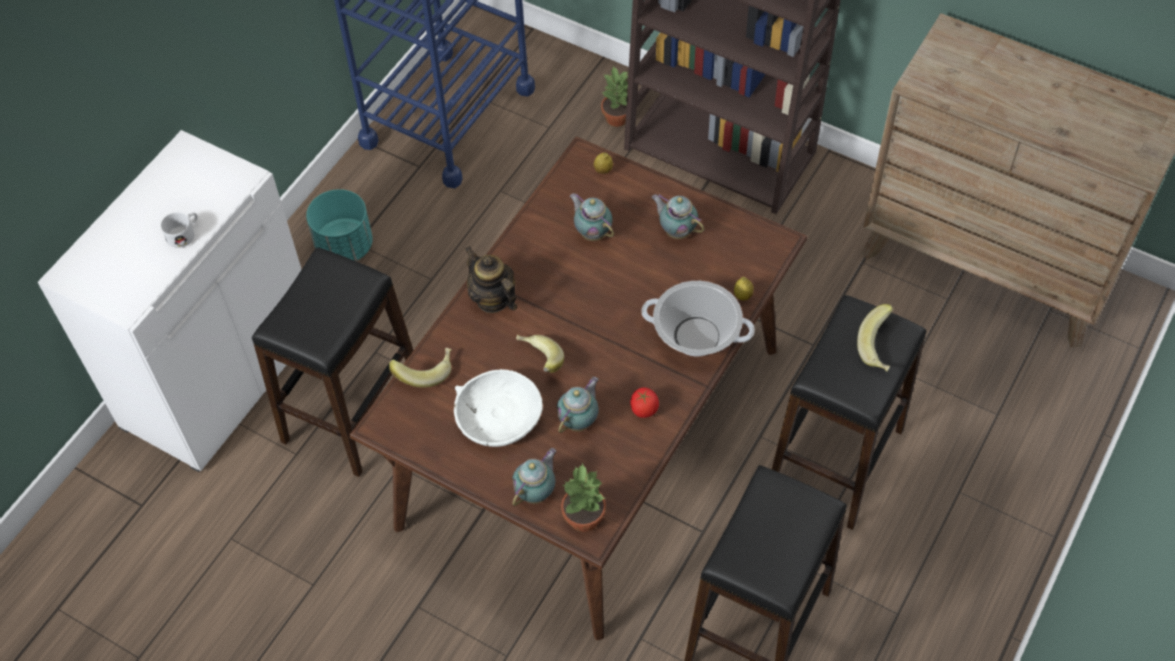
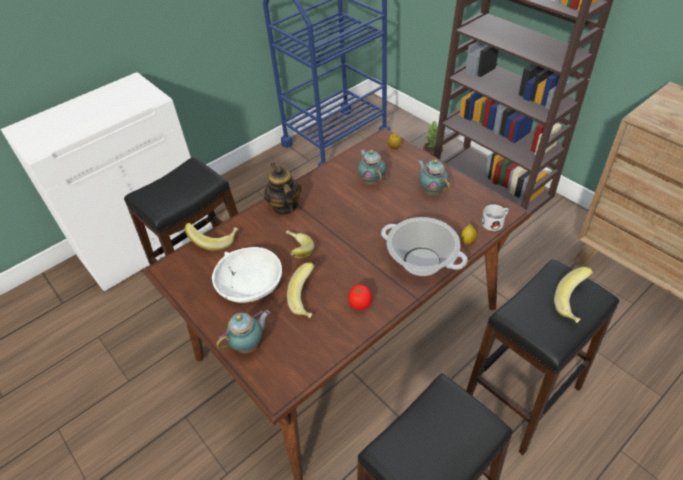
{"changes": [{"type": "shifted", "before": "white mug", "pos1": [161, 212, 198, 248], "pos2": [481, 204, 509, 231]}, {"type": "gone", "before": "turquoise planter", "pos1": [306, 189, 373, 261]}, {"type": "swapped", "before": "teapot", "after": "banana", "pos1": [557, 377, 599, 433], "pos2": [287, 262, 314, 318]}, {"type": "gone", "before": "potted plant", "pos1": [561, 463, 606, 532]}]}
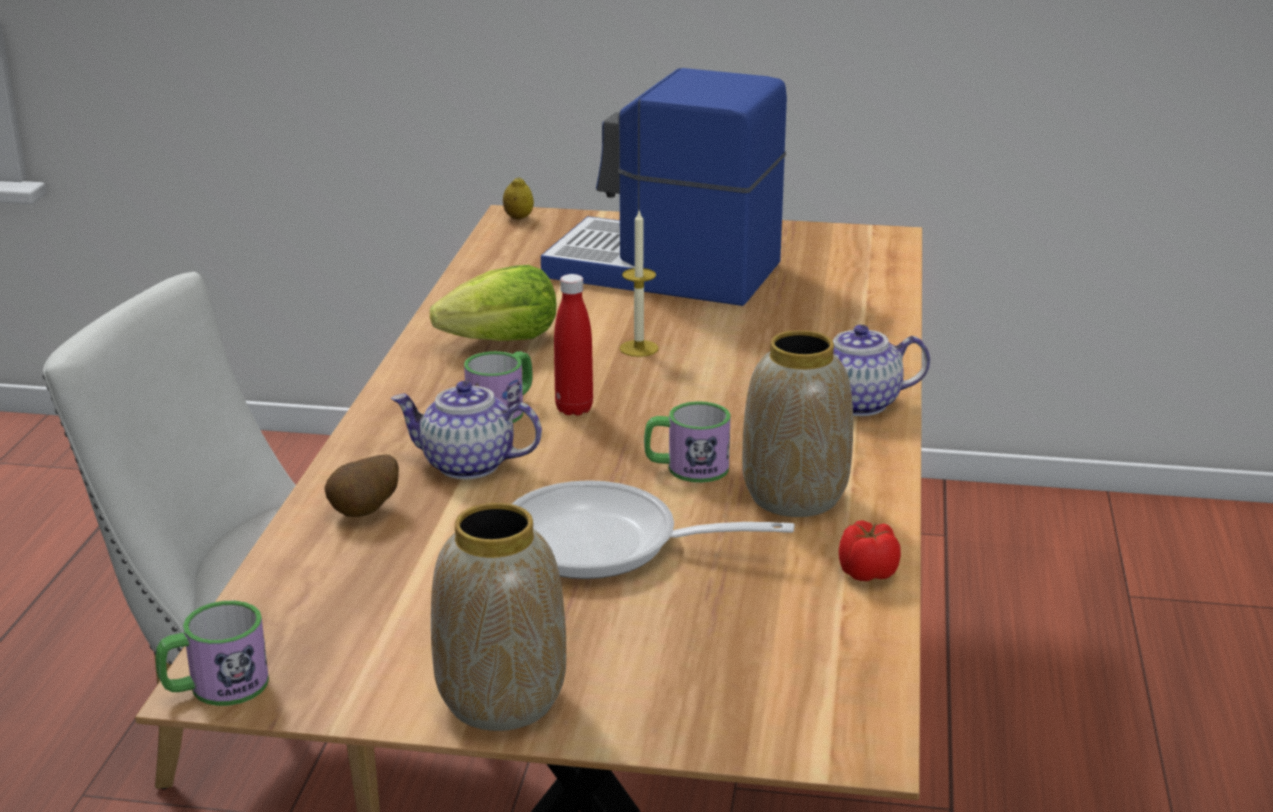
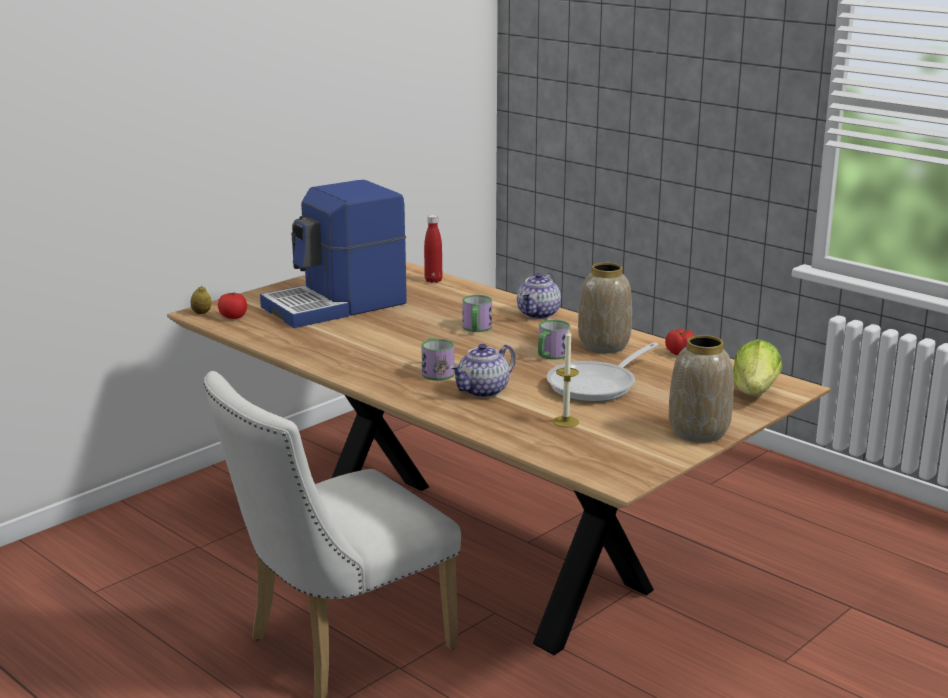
{"changes": [{"type": "shifted", "before": "mug", "pos1": [156, 601, 269, 706], "pos2": [463, 295, 492, 332]}, {"type": "gone", "before": "potato", "pos1": [324, 454, 399, 517]}, {"type": "shifted", "before": "lettuce", "pos1": [430, 265, 557, 341], "pos2": [733, 339, 782, 395]}, {"type": "shifted", "before": "red bottle", "pos1": [554, 274, 593, 416], "pos2": [424, 215, 442, 283]}, {"type": "shifted", "before": "candle", "pos1": [619, 211, 659, 357], "pos2": [553, 329, 579, 427]}, {"type": "new", "after": "tomato", "pos2": [218, 292, 247, 319]}]}
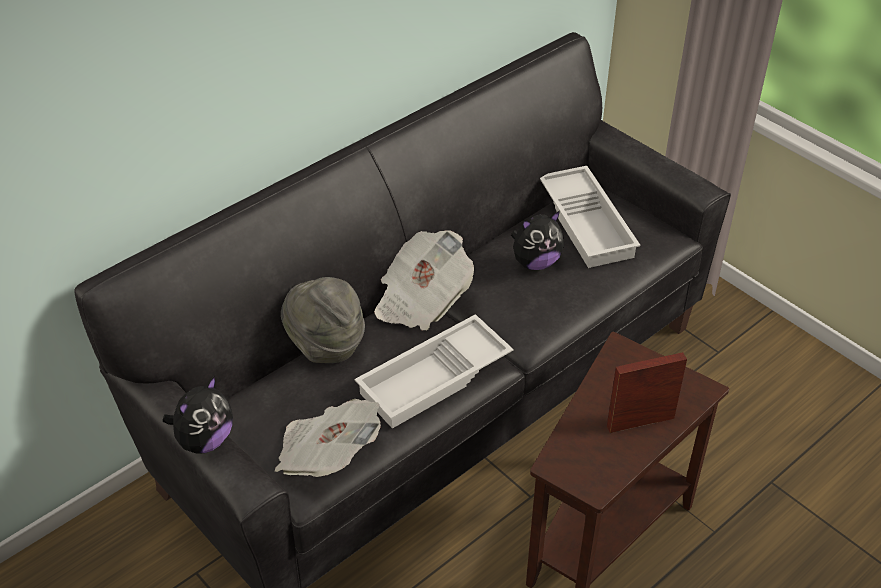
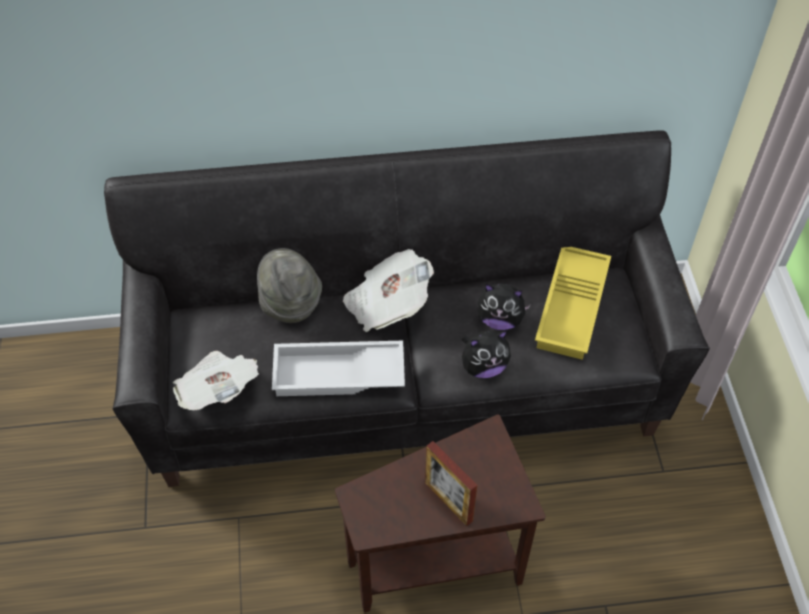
{"changes": [{"type": "shifted", "before": "plush toy", "pos1": [163, 376, 233, 454], "pos2": [461, 330, 511, 378]}, {"type": "repainted", "before": "white tray", "after": "yellow tray", "pos1": [540, 166, 640, 268], "pos2": [535, 247, 611, 360]}, {"type": "rotated", "before": "picture frame", "pos1": [607, 352, 687, 433], "pos2": [425, 441, 477, 526], "turn": -150}]}
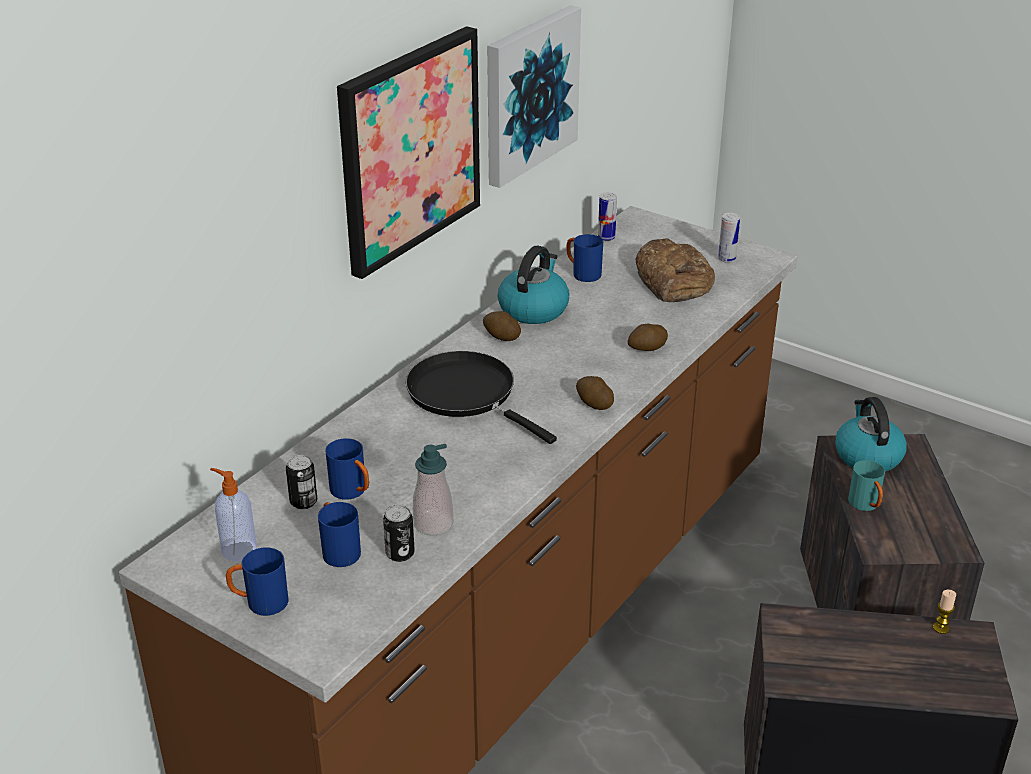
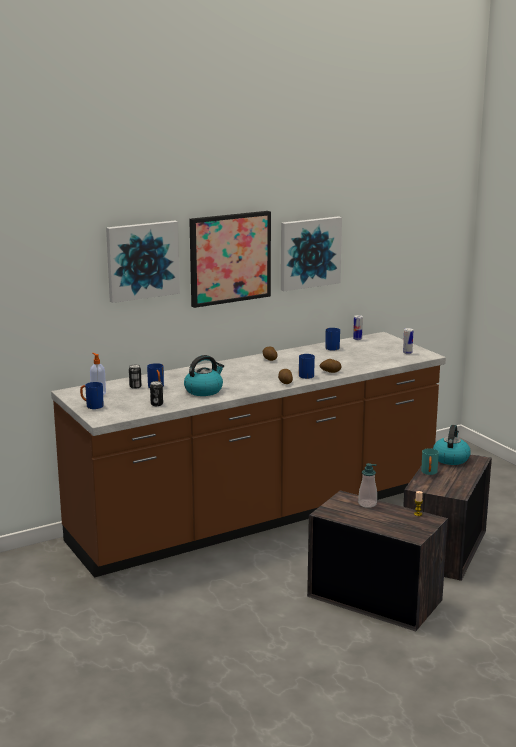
{"changes": [{"type": "shifted", "before": "blue mug", "pos1": [318, 502, 361, 567], "pos2": [299, 354, 315, 379]}, {"type": "gone", "before": "black frying pan", "pos1": [406, 351, 557, 444]}, {"type": "shifted", "before": "soap dispenser", "pos1": [413, 444, 454, 536], "pos2": [358, 463, 377, 508]}, {"type": "shifted", "before": "kettle", "pos1": [498, 246, 569, 324], "pos2": [184, 355, 224, 396]}, {"type": "gone", "before": "bread", "pos1": [636, 238, 715, 302]}, {"type": "new", "after": "picture", "pos2": [106, 221, 180, 303]}]}
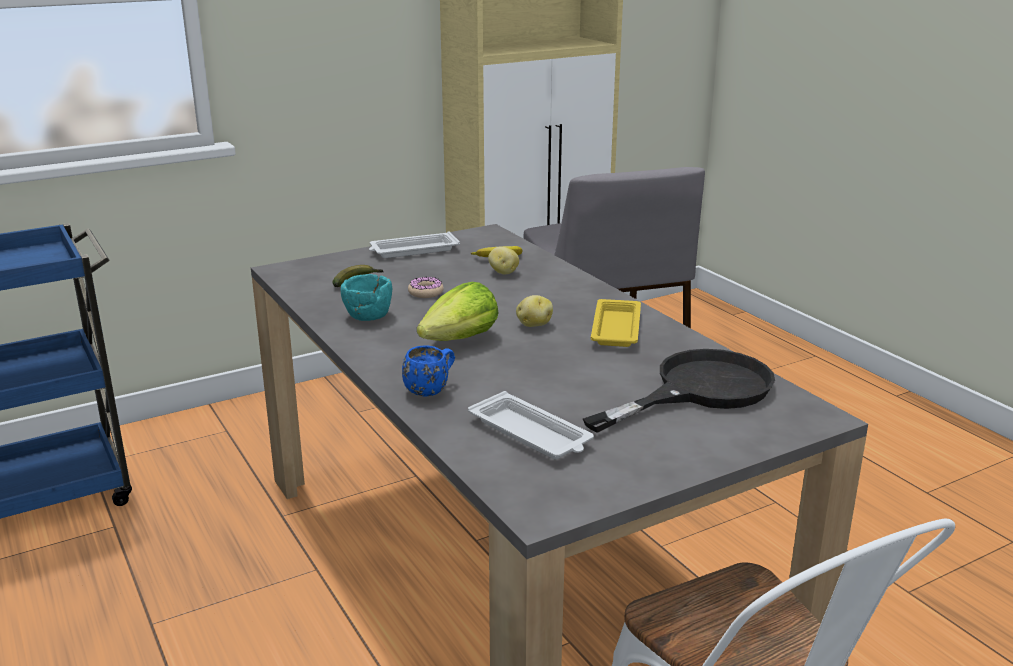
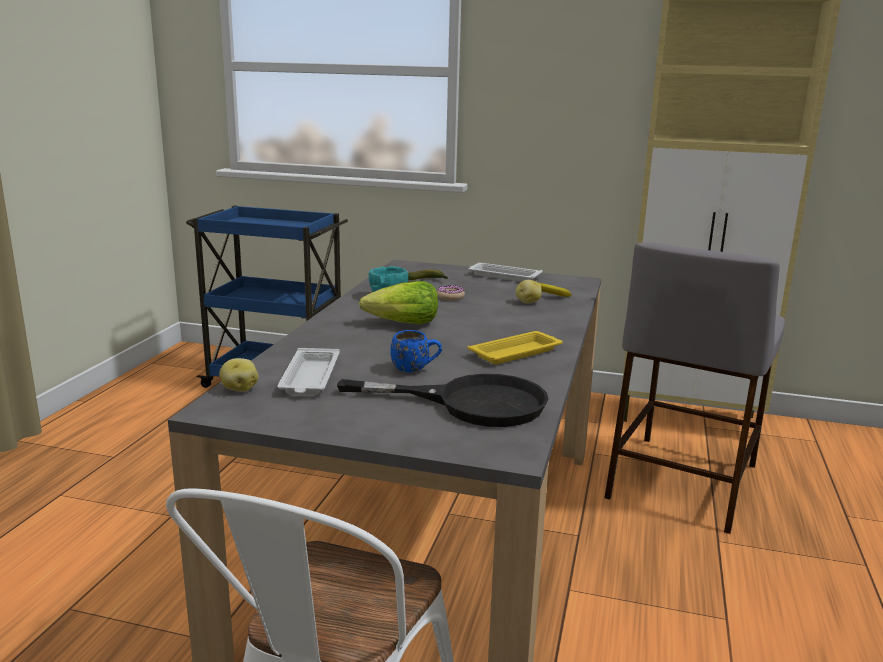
{"changes": [{"type": "shifted", "before": "blue mug", "pos1": [402, 345, 455, 396], "pos2": [390, 330, 442, 372]}, {"type": "shifted", "before": "potato", "pos1": [516, 295, 553, 327], "pos2": [219, 358, 259, 392]}]}
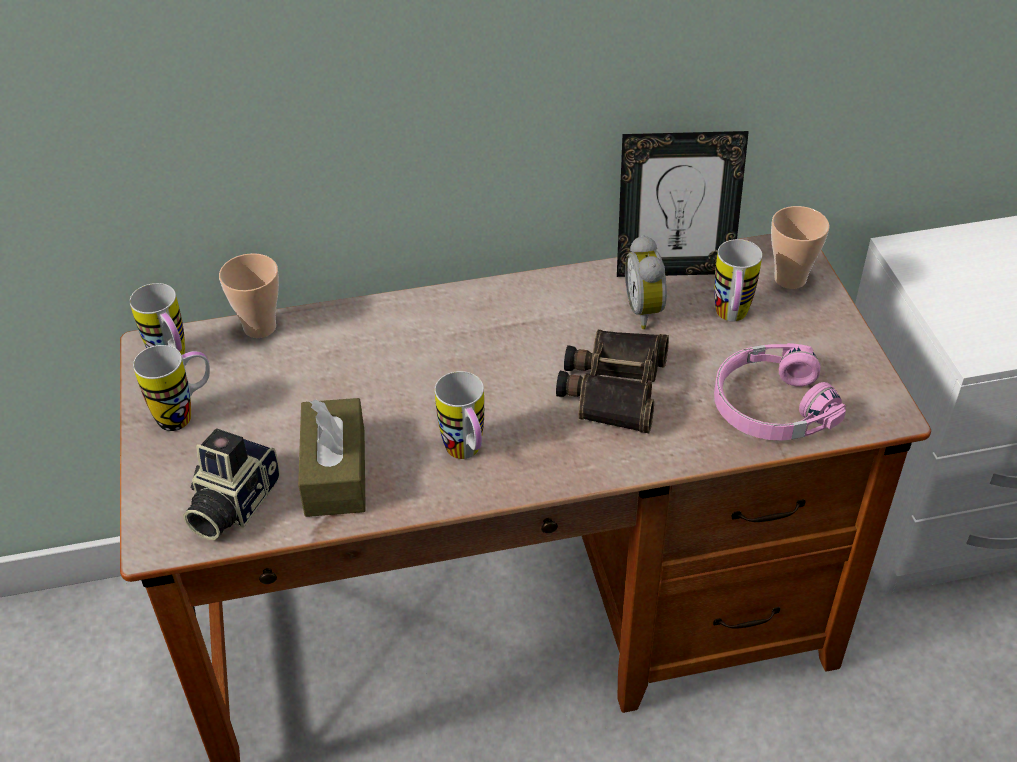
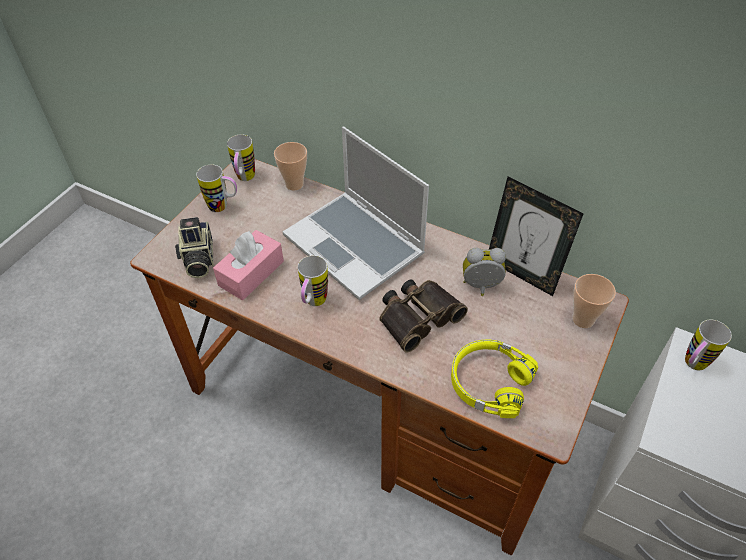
{"changes": [{"type": "rotated", "before": "photo camera", "pos1": [183, 429, 280, 540], "pos2": [175, 217, 214, 278], "turn": -75}, {"type": "repainted", "before": "brown tissue box", "after": "pink tissue box", "pos1": [298, 398, 366, 517], "pos2": [213, 230, 284, 300]}, {"type": "rotated", "before": "alarm clock", "pos1": [625, 235, 667, 329], "pos2": [463, 248, 506, 296], "turn": 60}, {"type": "shifted", "before": "mug", "pos1": [714, 239, 762, 321], "pos2": [685, 319, 732, 370]}, {"type": "repainted", "before": "pink headphones", "after": "yellow headphones", "pos1": [714, 343, 846, 440], "pos2": [451, 340, 538, 418]}, {"type": "new", "after": "laptop", "pos2": [283, 127, 429, 300]}]}
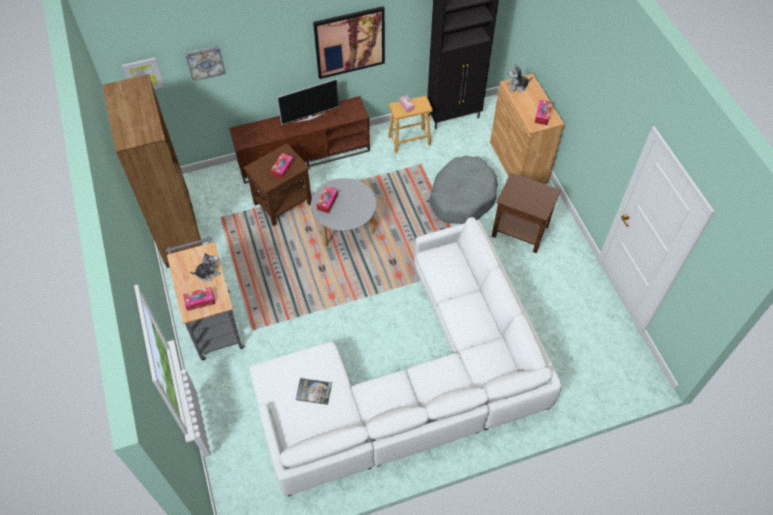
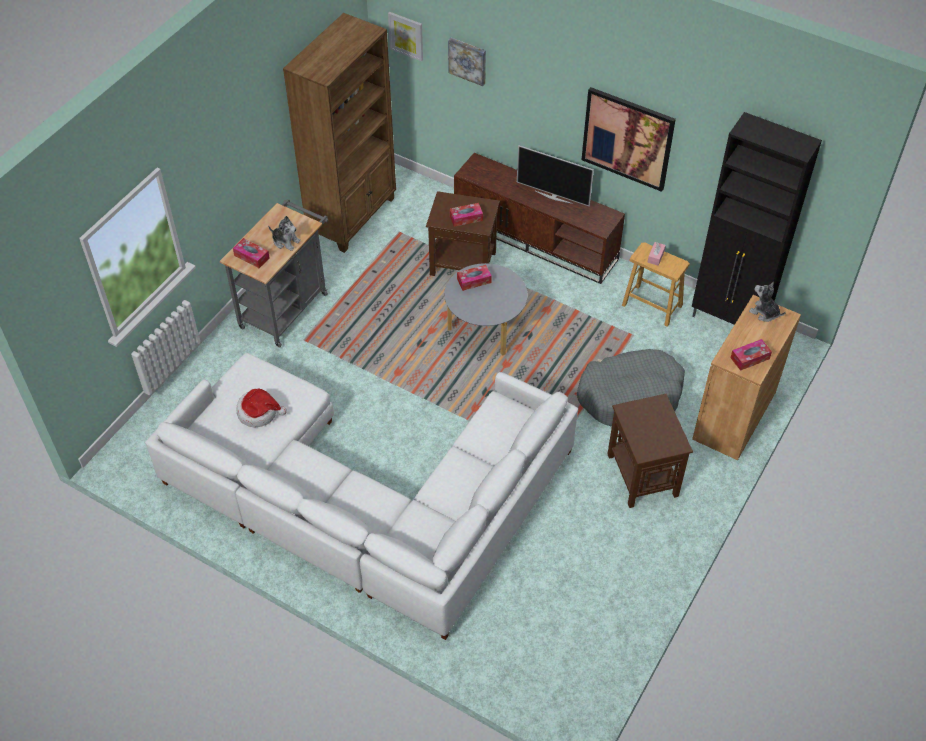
{"changes": [{"type": "swapped", "before": "book", "after": "hat", "pos1": [296, 378, 332, 405], "pos2": [237, 389, 287, 428]}]}
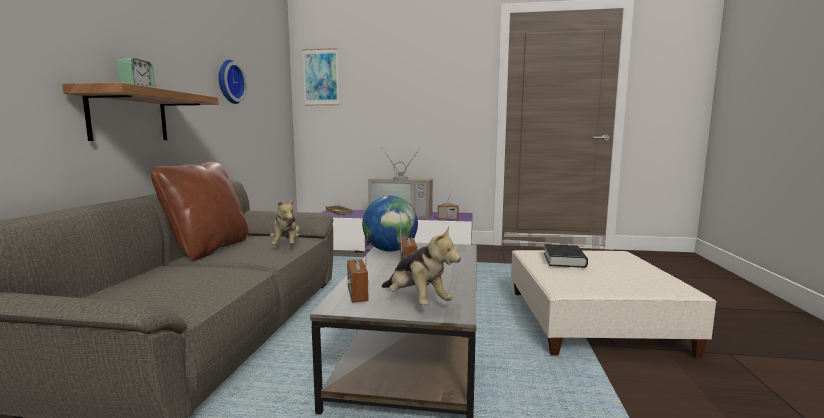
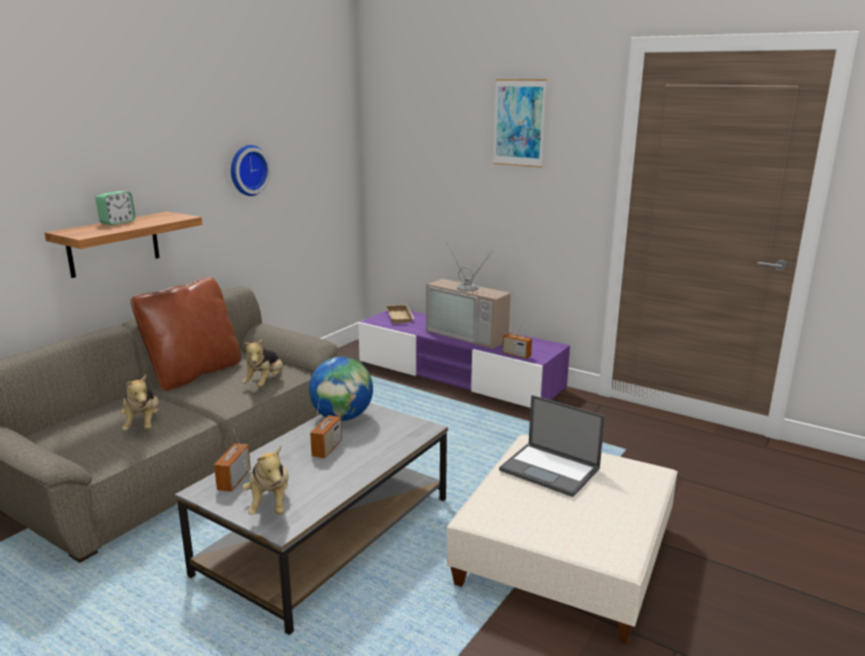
{"changes": [{"type": "shifted", "before": "picture", "pos1": [302, 48, 339, 106], "pos2": [493, 79, 547, 168]}, {"type": "swapped", "before": "black book", "after": "laptop", "pos1": [544, 244, 588, 268], "pos2": [499, 395, 605, 497]}, {"type": "new", "after": "plush toy", "pos2": [120, 374, 159, 430]}]}
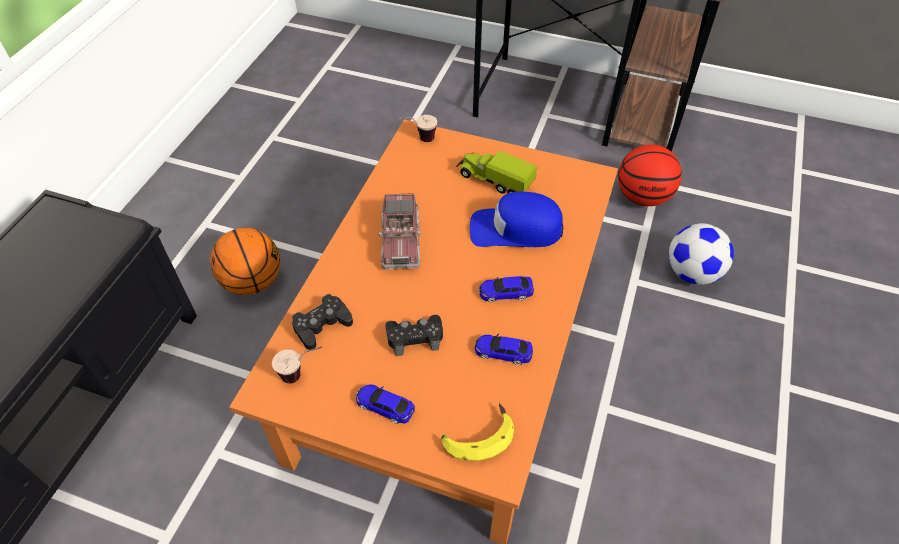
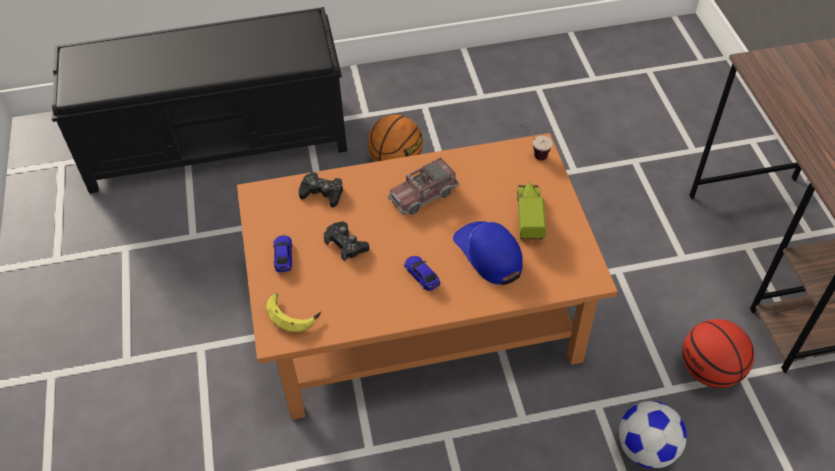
{"changes": [{"type": "gone", "before": "cup", "pos1": [272, 347, 322, 384]}, {"type": "gone", "before": "toy car", "pos1": [474, 334, 533, 365]}]}
